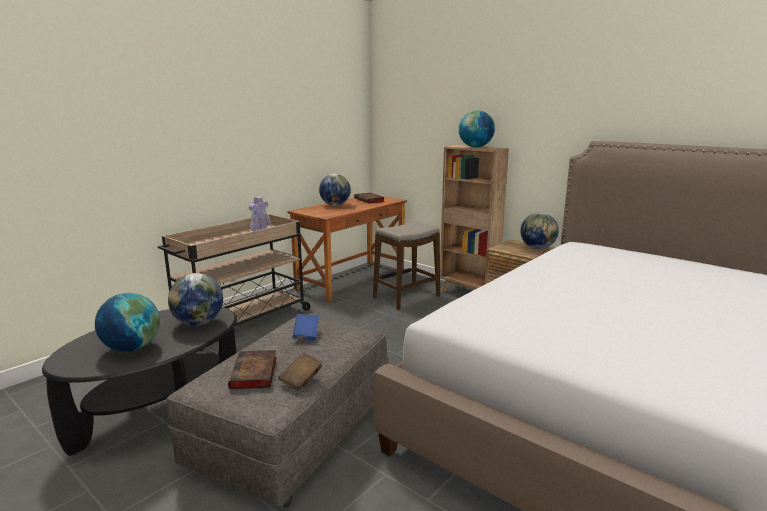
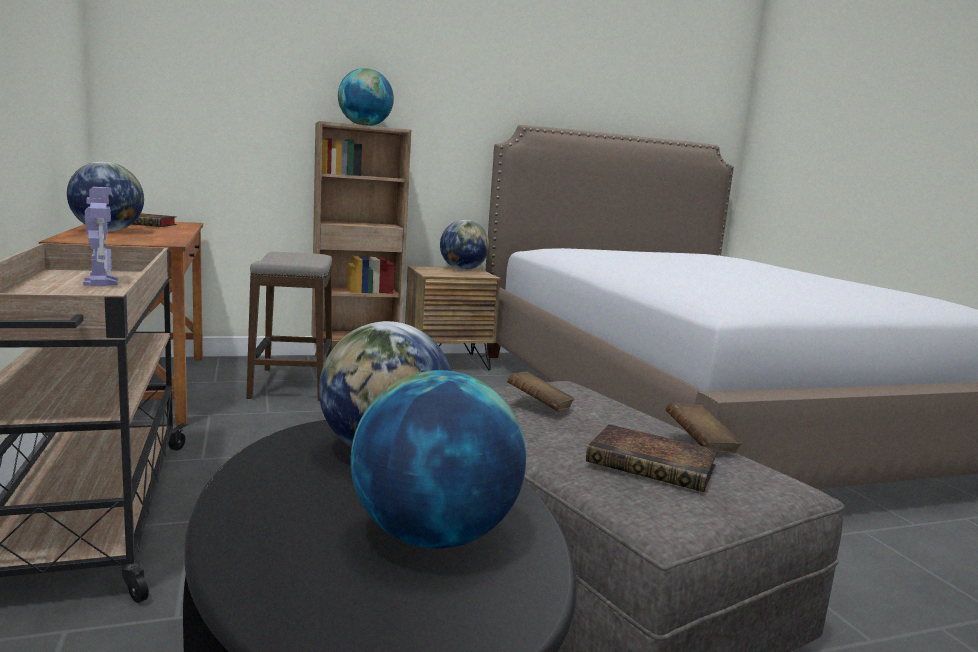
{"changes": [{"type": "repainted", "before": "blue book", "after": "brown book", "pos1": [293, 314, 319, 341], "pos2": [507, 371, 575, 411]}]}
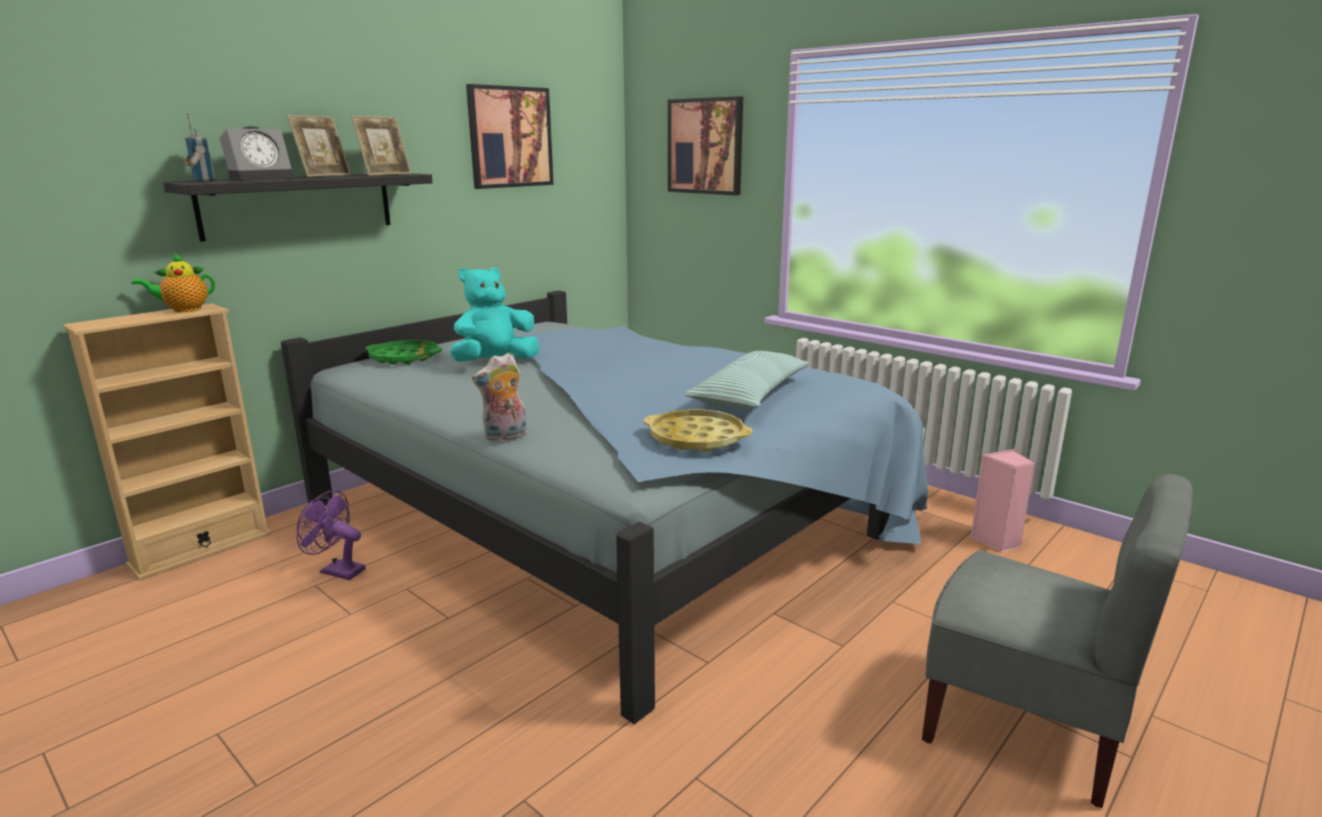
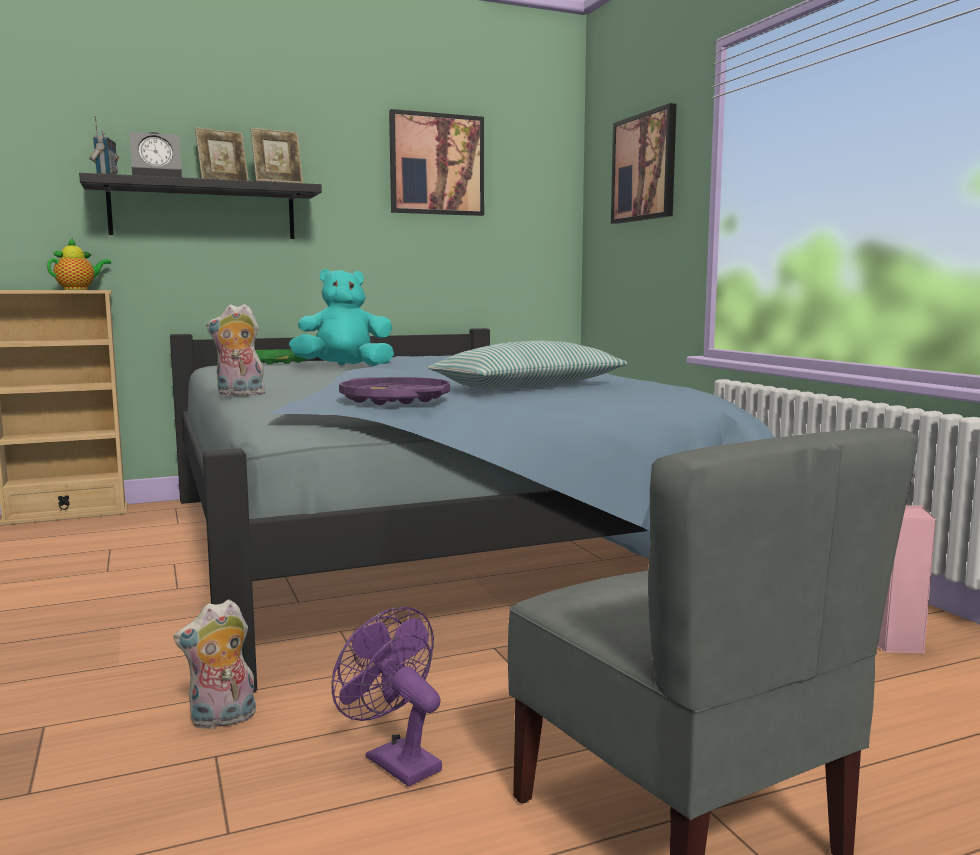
{"changes": [{"type": "rotated", "before": "teapot", "pos1": [132, 253, 215, 312], "pos2": [47, 238, 111, 290], "turn": 135}, {"type": "shifted", "before": "purple fan", "pos1": [297, 490, 365, 580], "pos2": [331, 607, 442, 787]}, {"type": "repainted", "before": "yellow tray", "after": "purple tray", "pos1": [644, 409, 753, 452], "pos2": [339, 377, 450, 405]}, {"type": "new", "after": "plush toy", "pos2": [173, 599, 256, 729]}]}
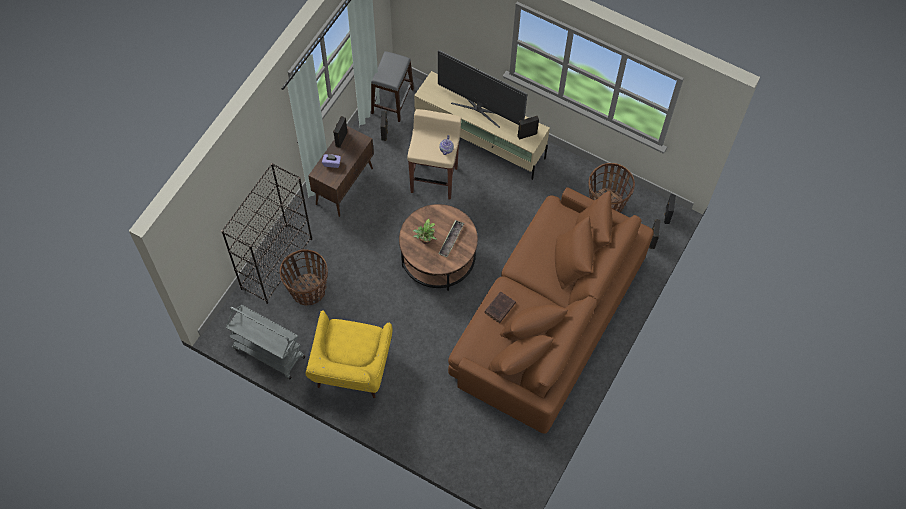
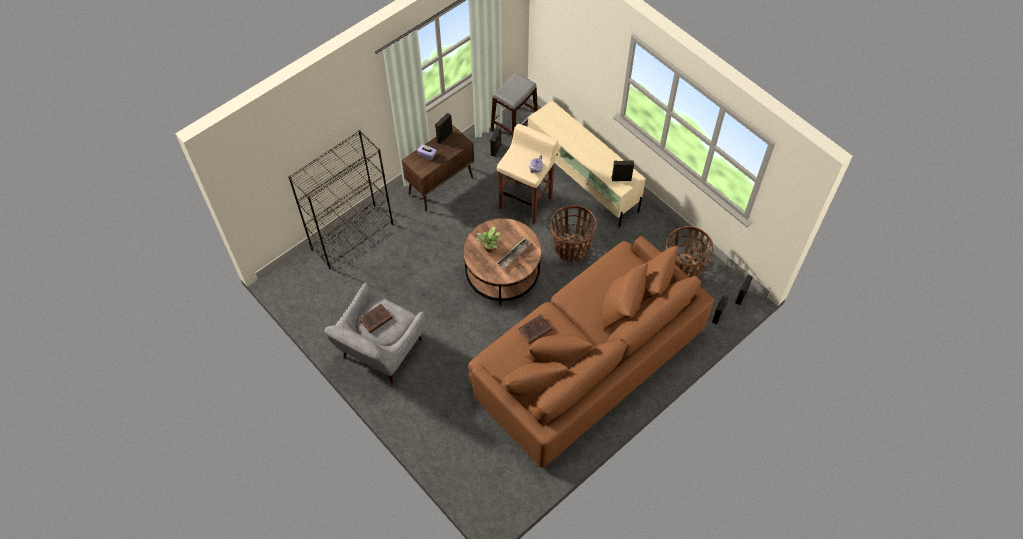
{"changes": [{"type": "gone", "before": "grey cart", "pos1": [226, 305, 305, 379]}, {"type": "shifted", "before": "basket", "pos1": [280, 249, 328, 306], "pos2": [550, 205, 597, 262]}, {"type": "repainted", "before": "yellow armchair", "after": "grey armchair", "pos1": [305, 310, 393, 398], "pos2": [324, 283, 427, 383]}, {"type": "gone", "before": "television", "pos1": [438, 50, 527, 128]}, {"type": "new", "after": "brown book", "pos2": [359, 304, 393, 333]}]}
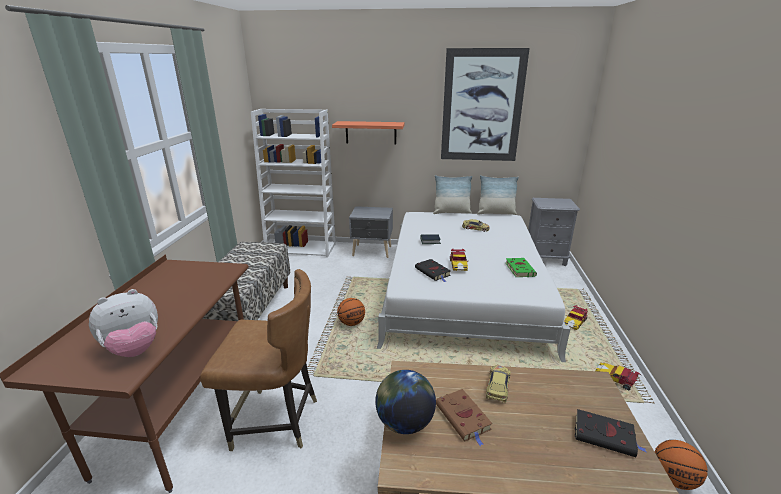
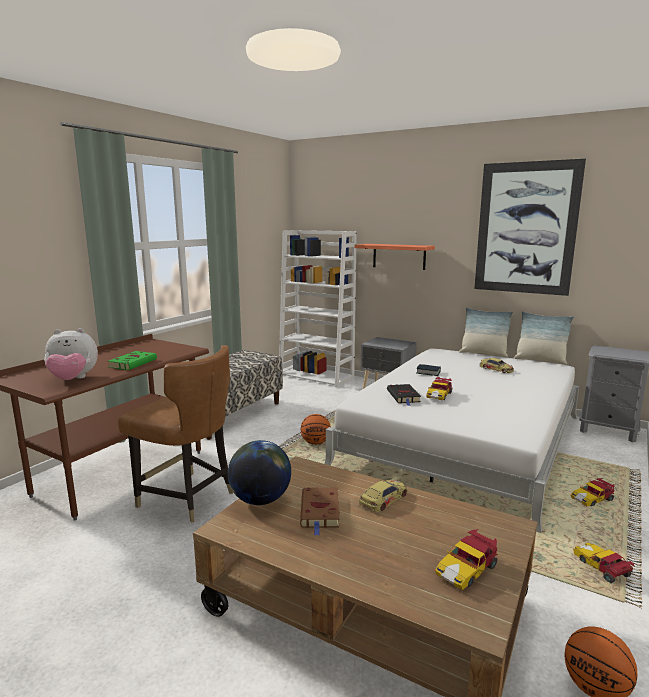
{"changes": [{"type": "shifted", "before": "green book", "pos1": [506, 258, 537, 277], "pos2": [108, 351, 157, 370]}, {"type": "swapped", "before": "black book", "after": "toy car", "pos1": [575, 409, 646, 457], "pos2": [435, 529, 498, 590]}]}
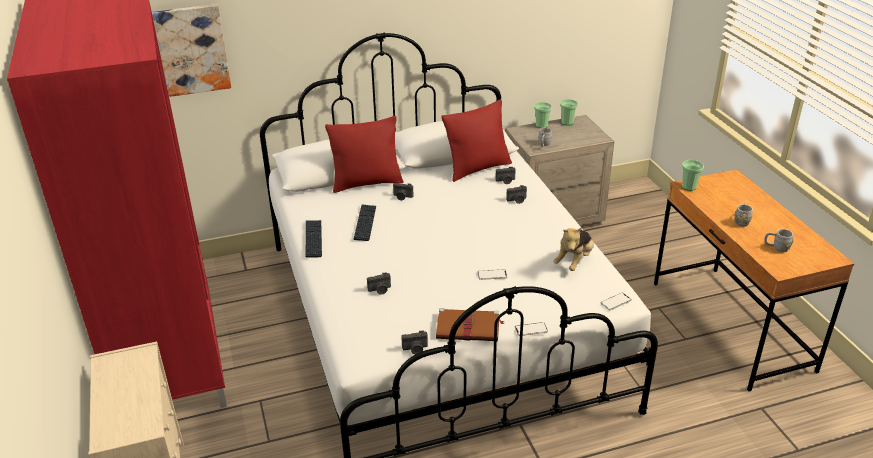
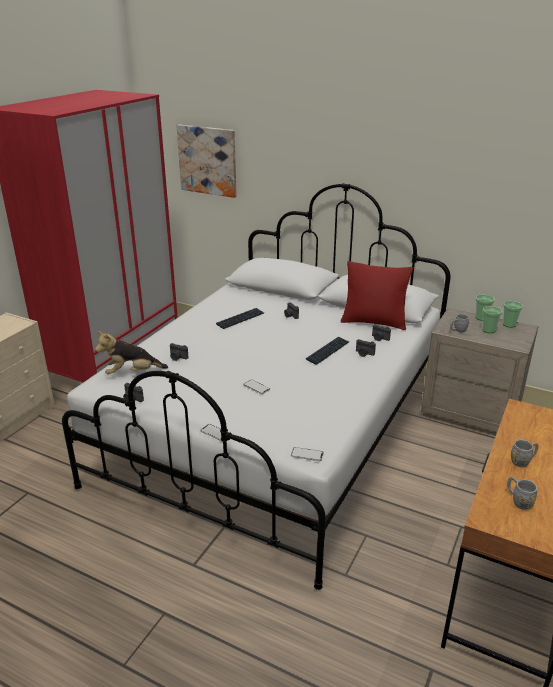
{"changes": [{"type": "shifted", "before": "keyboard", "pos1": [305, 220, 322, 258], "pos2": [306, 337, 349, 365]}, {"type": "gone", "before": "red pillow", "pos1": [325, 116, 404, 193]}, {"type": "gone", "before": "brown book", "pos1": [436, 308, 504, 342]}, {"type": "shifted", "before": "plush toy", "pos1": [553, 227, 594, 271], "pos2": [95, 331, 168, 374]}, {"type": "shifted", "before": "cup", "pos1": [682, 160, 704, 191], "pos2": [482, 306, 502, 333]}]}
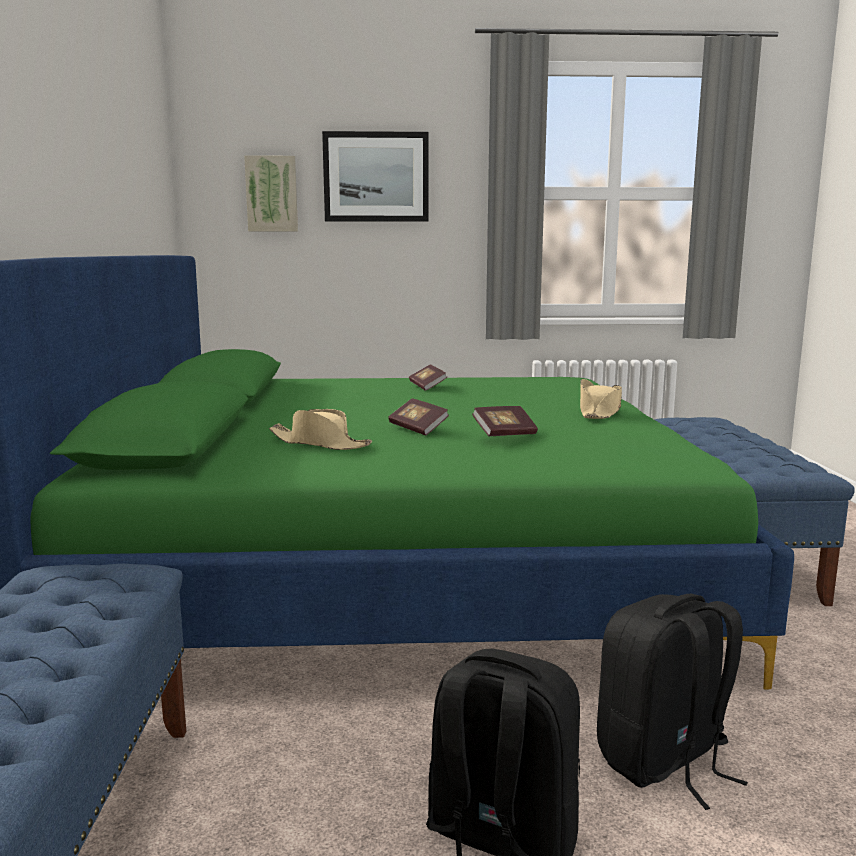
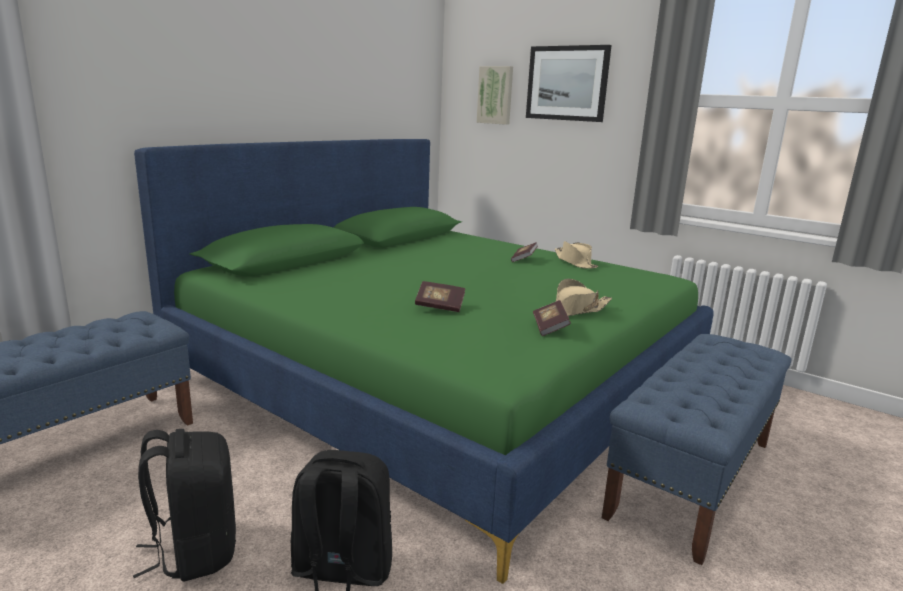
{"changes": [{"type": "shifted", "before": "beige hat", "pos1": [269, 409, 372, 450], "pos2": [555, 241, 598, 269]}, {"type": "shifted", "before": "book", "pos1": [388, 398, 449, 435], "pos2": [533, 300, 571, 336]}]}
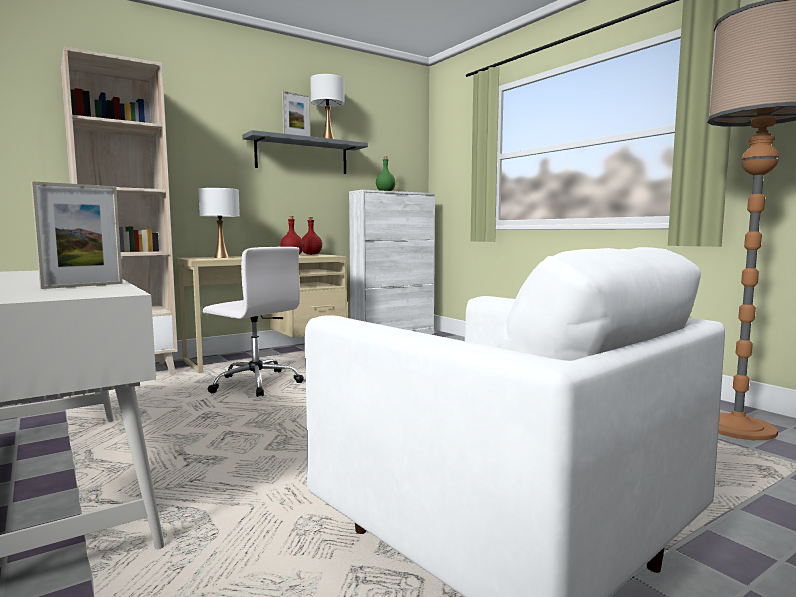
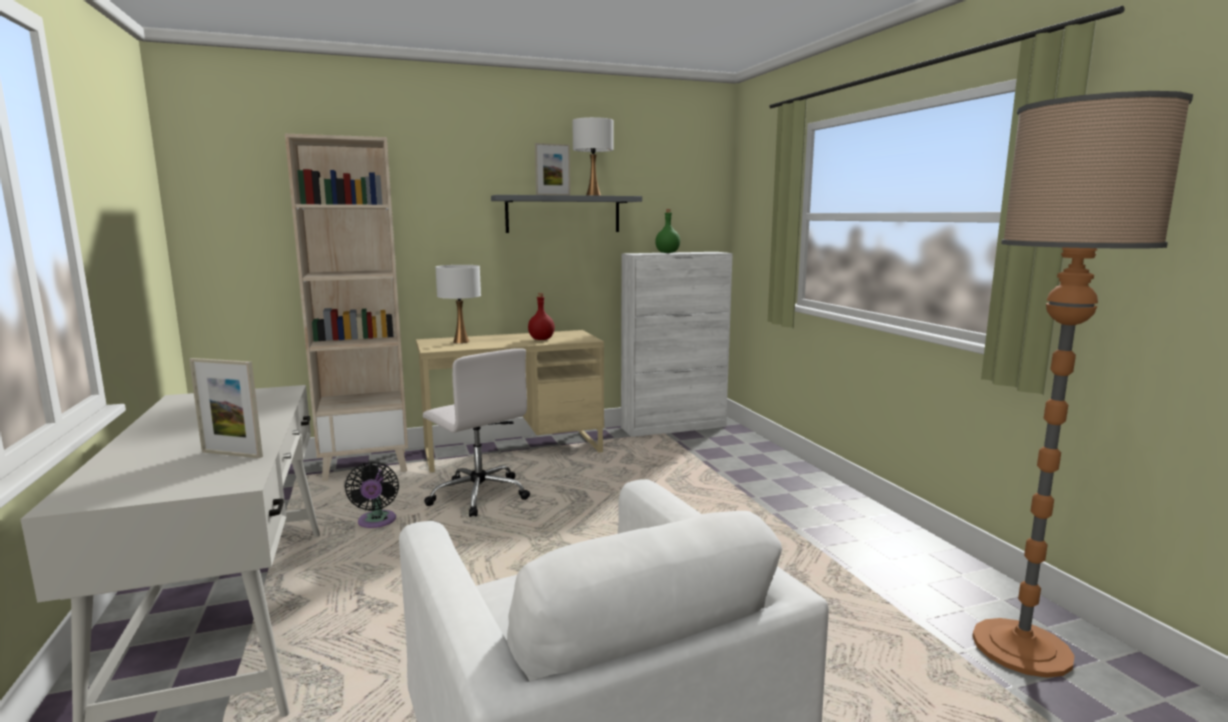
{"changes": [{"type": "rotated", "before": "picture frame", "pos1": [31, 181, 123, 289], "pos2": [189, 358, 263, 458], "turn": 45}, {"type": "gone", "before": "red bottle", "pos1": [302, 217, 322, 255]}, {"type": "new", "after": "black fan", "pos2": [345, 462, 399, 528]}]}
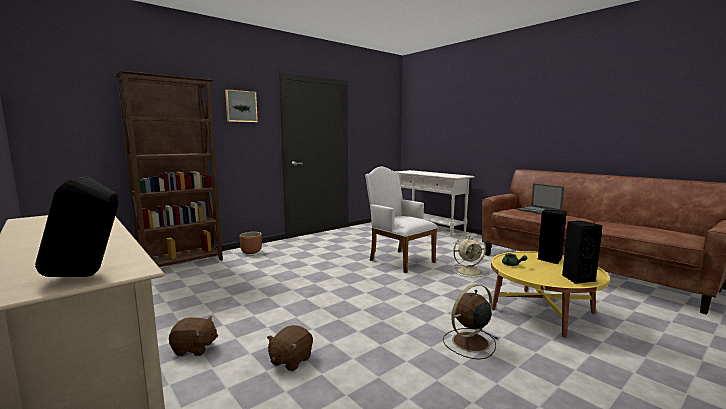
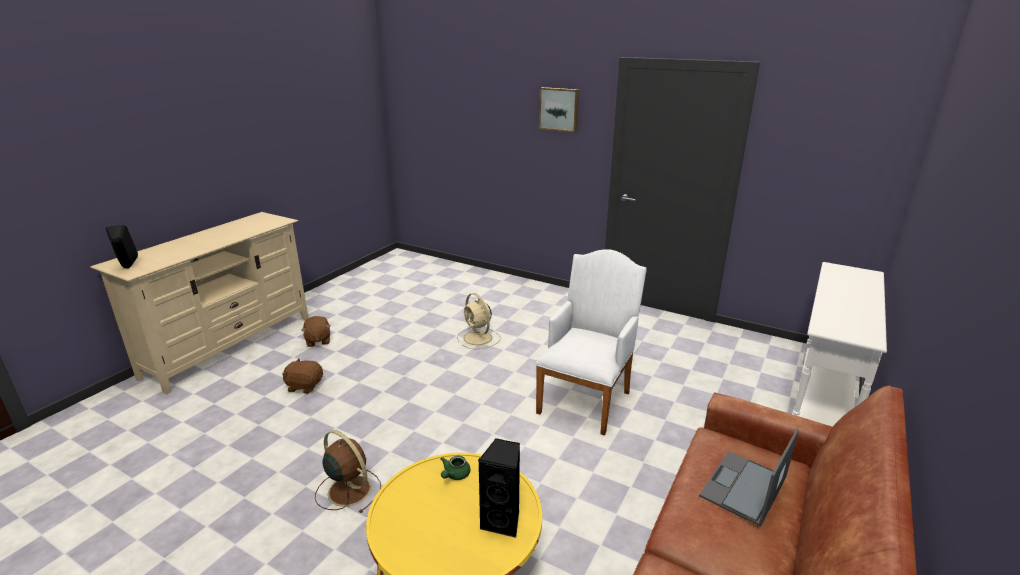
{"changes": [{"type": "gone", "before": "brown bookcase", "pos1": [114, 71, 223, 267]}, {"type": "gone", "before": "brown planter", "pos1": [239, 232, 262, 254]}, {"type": "shifted", "before": "beige fan", "pos1": [449, 233, 488, 277], "pos2": [457, 293, 501, 349]}, {"type": "gone", "before": "black speaker", "pos1": [562, 221, 603, 284]}]}
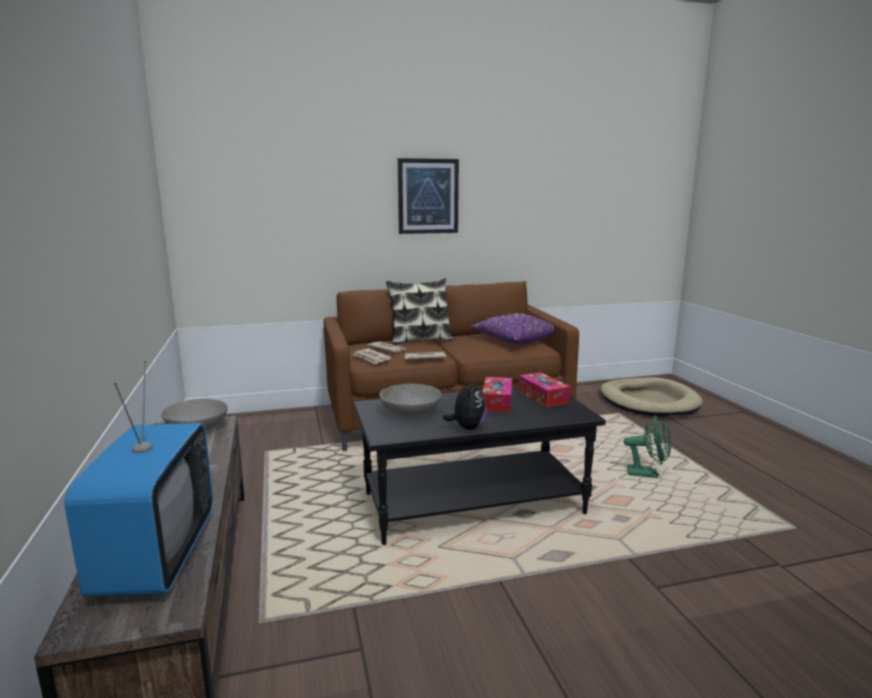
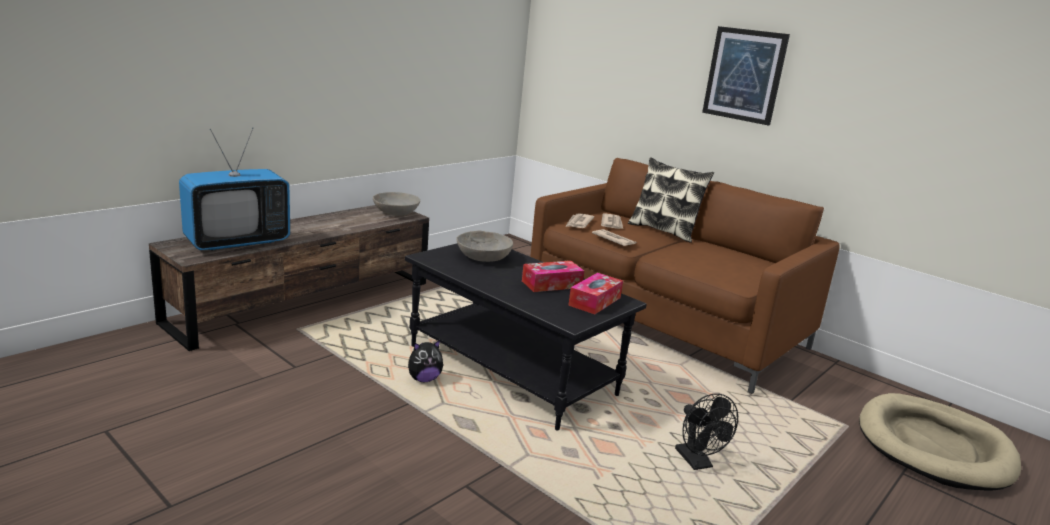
{"changes": [{"type": "shifted", "before": "plush toy", "pos1": [443, 378, 487, 430], "pos2": [408, 340, 443, 382]}, {"type": "gone", "before": "purple pillow", "pos1": [471, 313, 554, 344]}, {"type": "repainted", "before": "green fan", "after": "black fan", "pos1": [624, 415, 671, 478], "pos2": [675, 393, 738, 470]}]}
